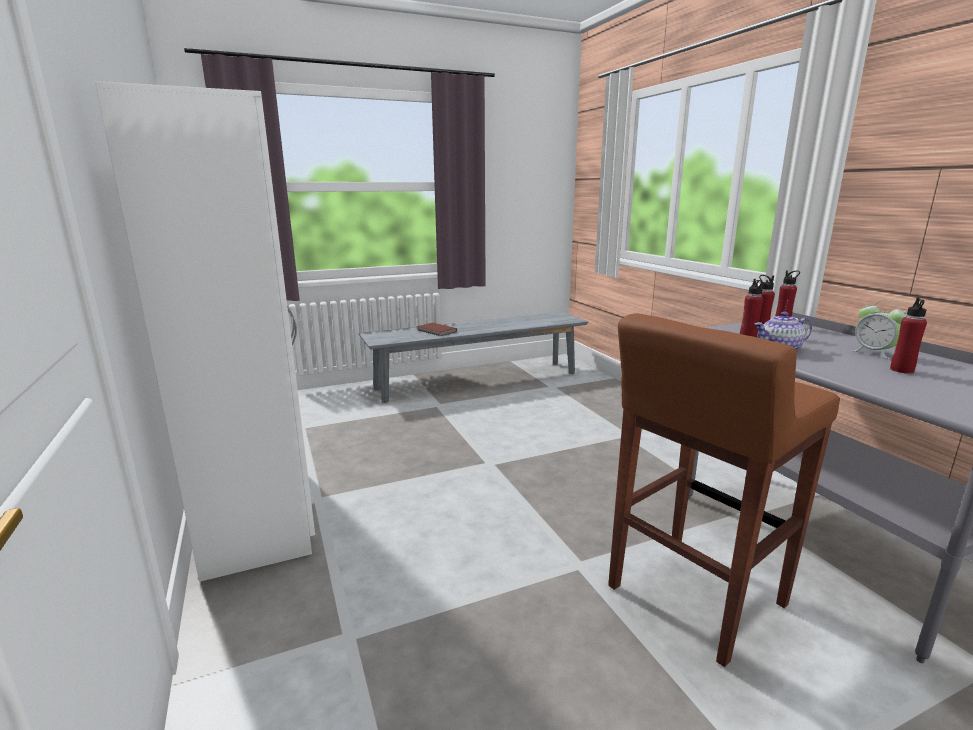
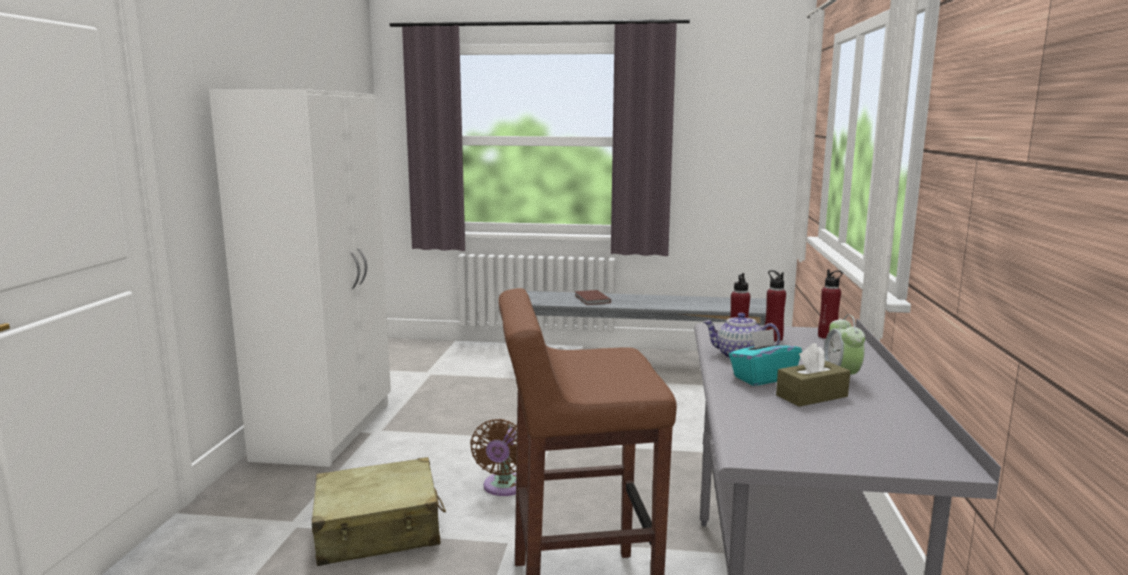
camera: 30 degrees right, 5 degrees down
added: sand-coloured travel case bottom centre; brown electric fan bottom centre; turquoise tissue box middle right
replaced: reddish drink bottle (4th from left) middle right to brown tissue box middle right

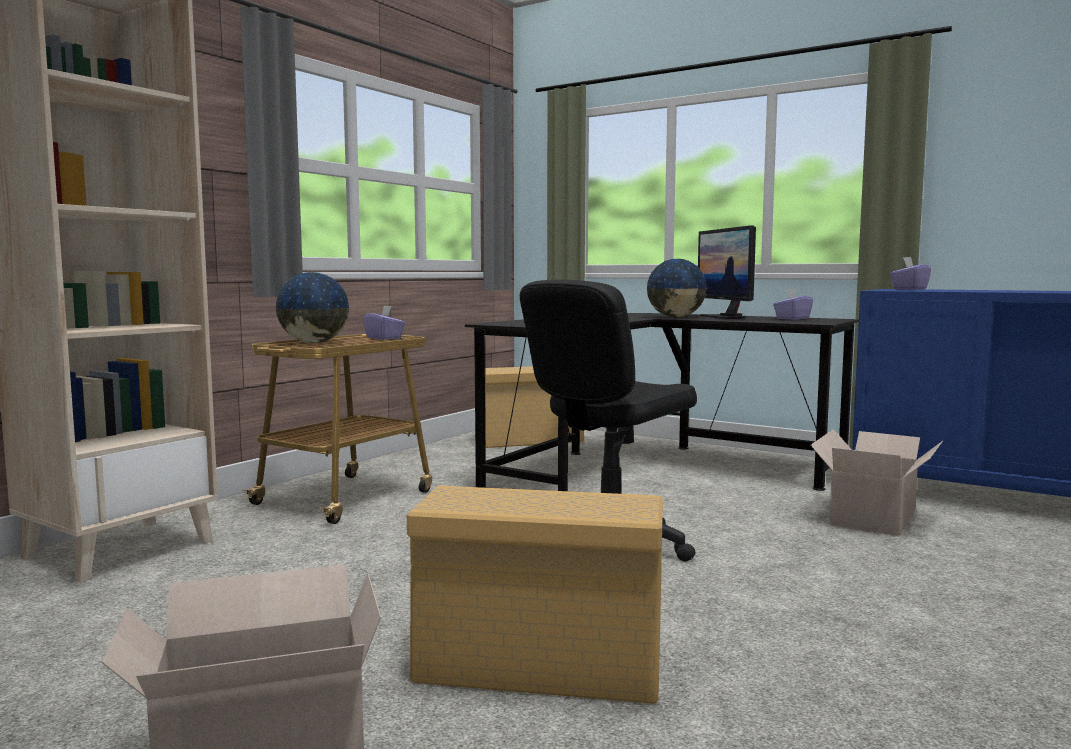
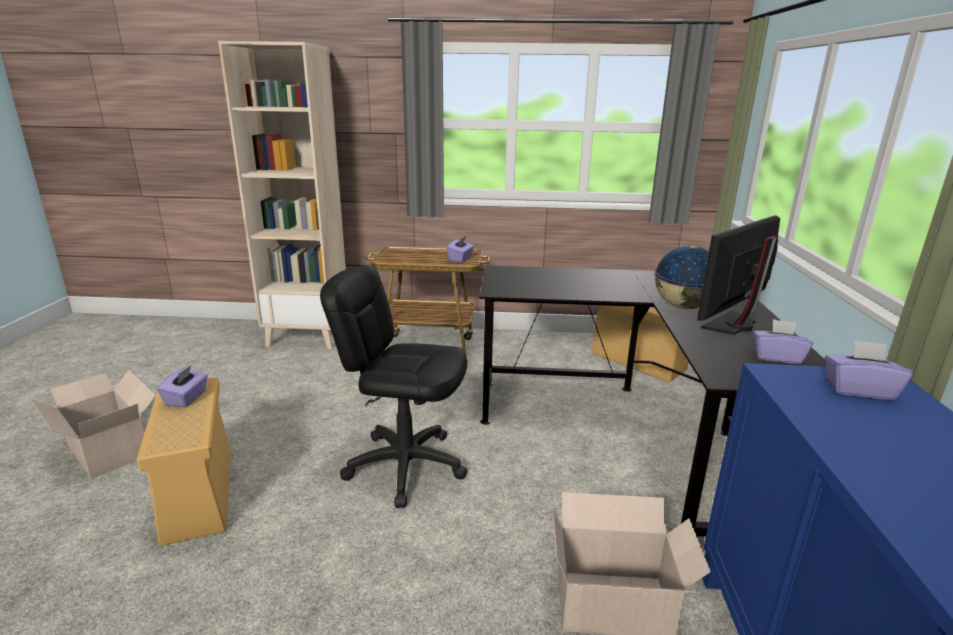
camera: 60 degrees right, 15 degrees up
removed: globe (1st from left) middle left
added: purple-coloured tissue box (1st from left) middle left

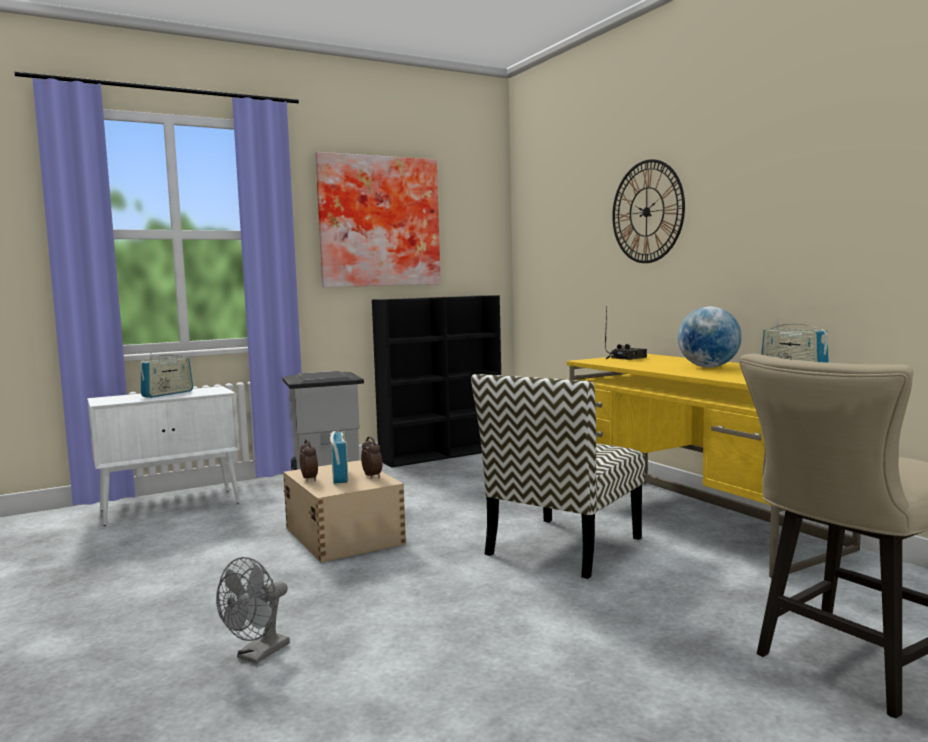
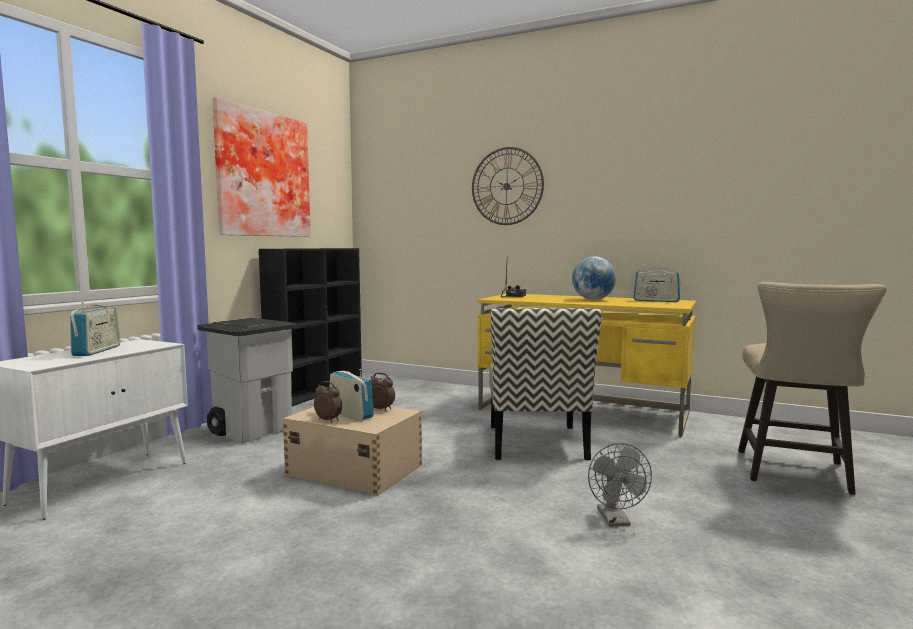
camera: 35 degrees left, 0 degrees up
moved: grey electric fan bottom left to bottom right

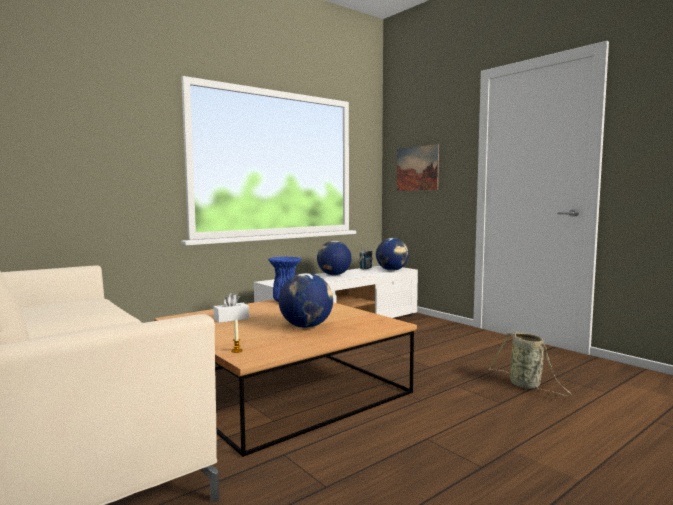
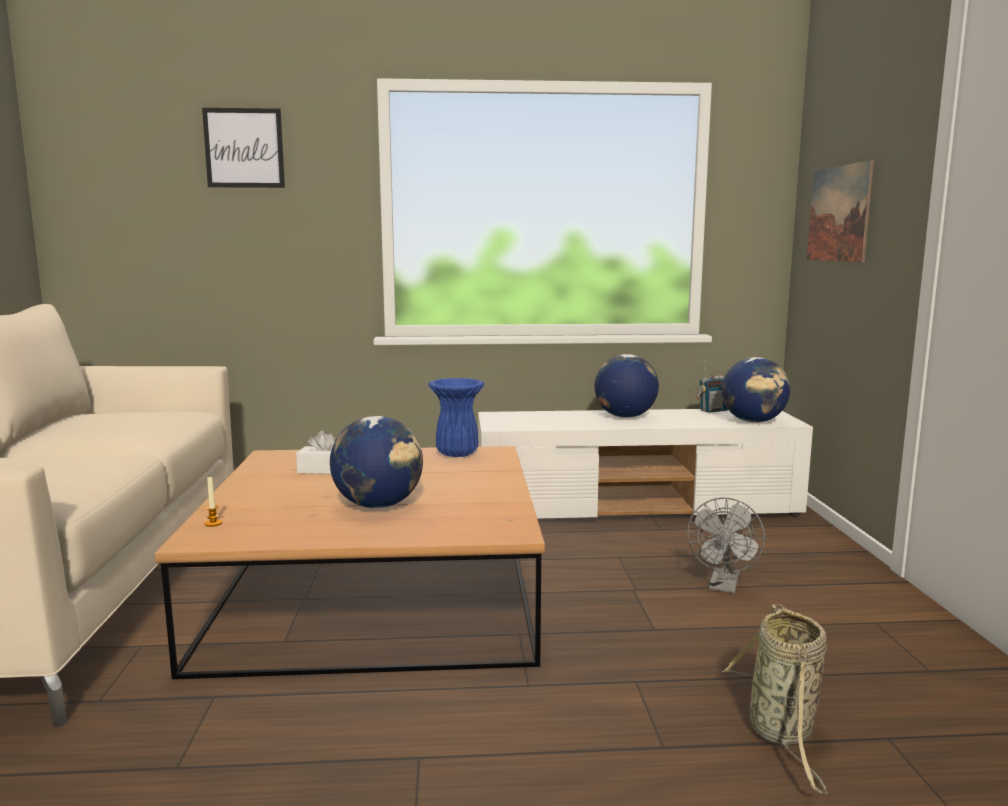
camera: 35 degrees right, 5 degrees up
added: wall picture (1st from left) top left; grey electric fan bottom right

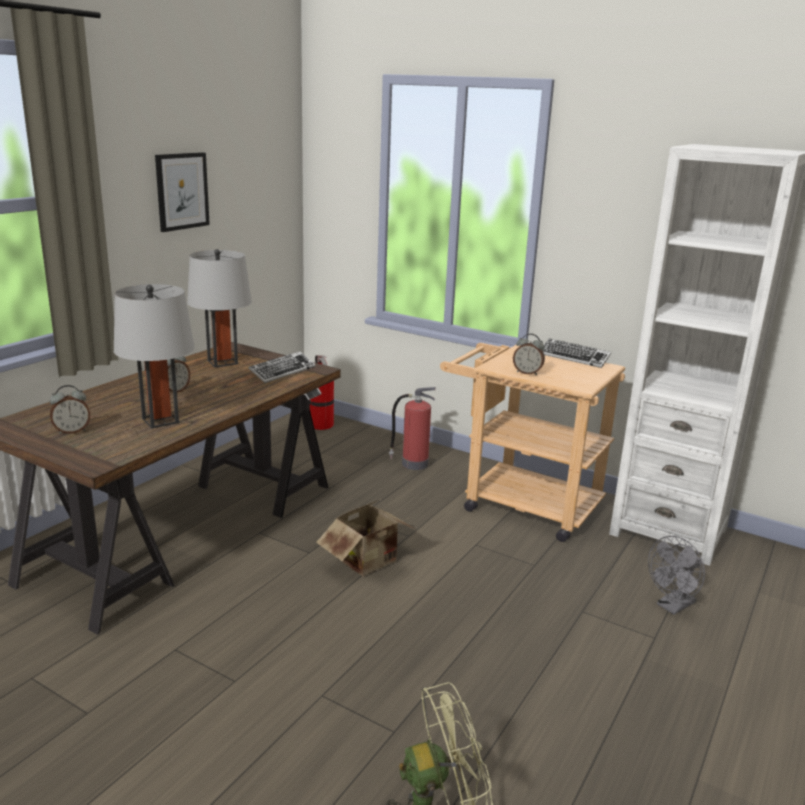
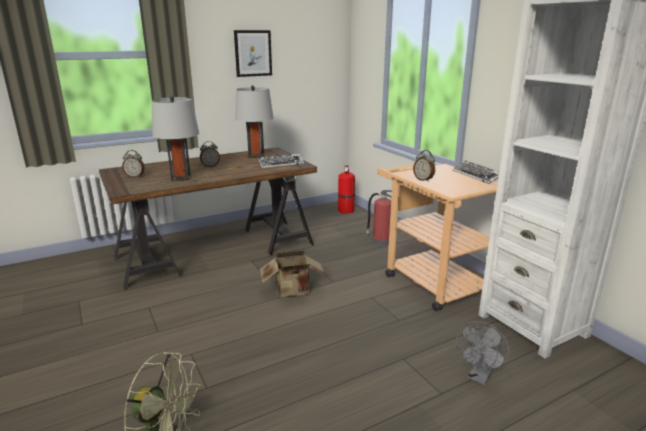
camera: 30 degrees right, 0 degrees up
turned: grey electric fan bottom right = bottom right 45 degrees counterclockwise

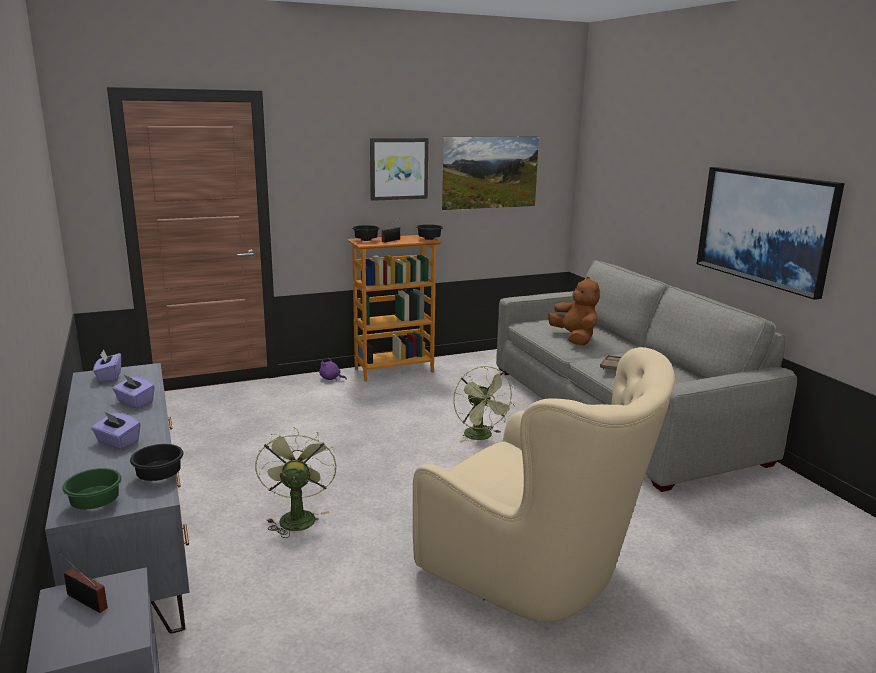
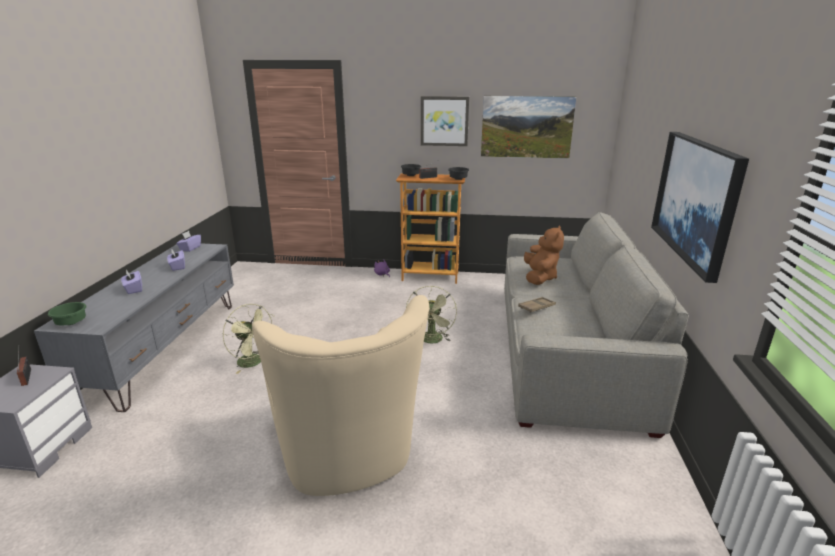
camera: 30 degrees right, 5 degrees up
removed: blackish bowl (1st from left) bottom left
turned: greenish electric fan (1st from left) bottom centre = middle left 105 degrees clockwise

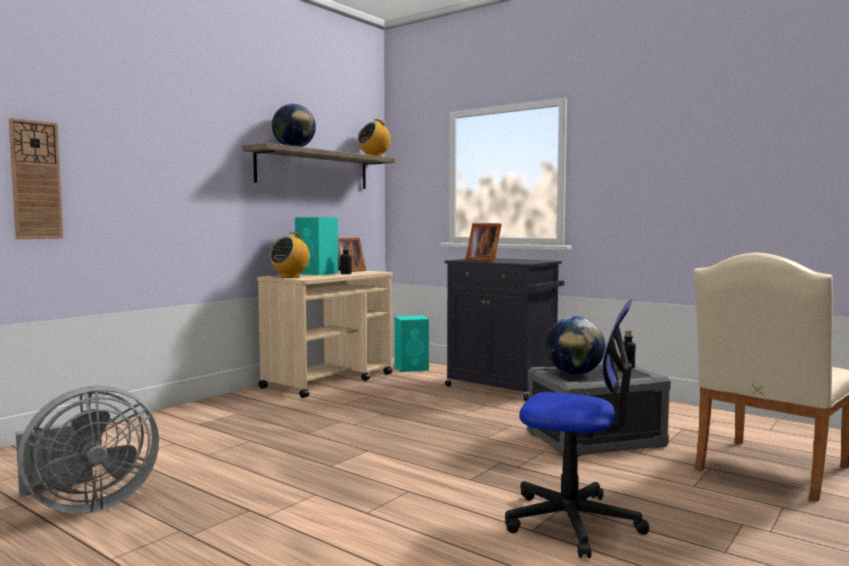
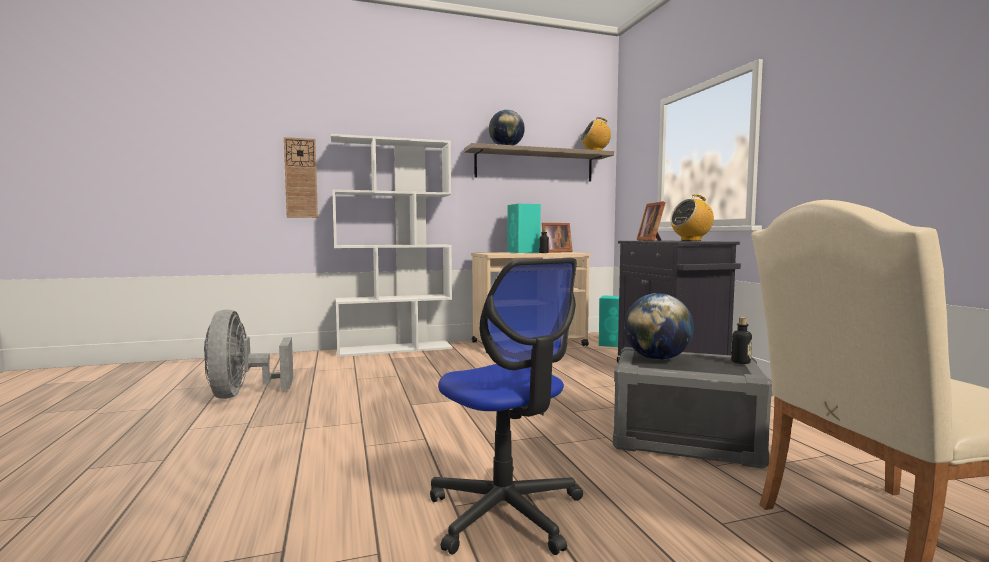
camera: 35 degrees right, 0 degrees up
added: white-coloured bookshelf centre
moved: radio (1st from left in the first image) centre to radio (2nd from left) middle right
turned: grey electric fan bottom left = middle left 75 degrees clockwise

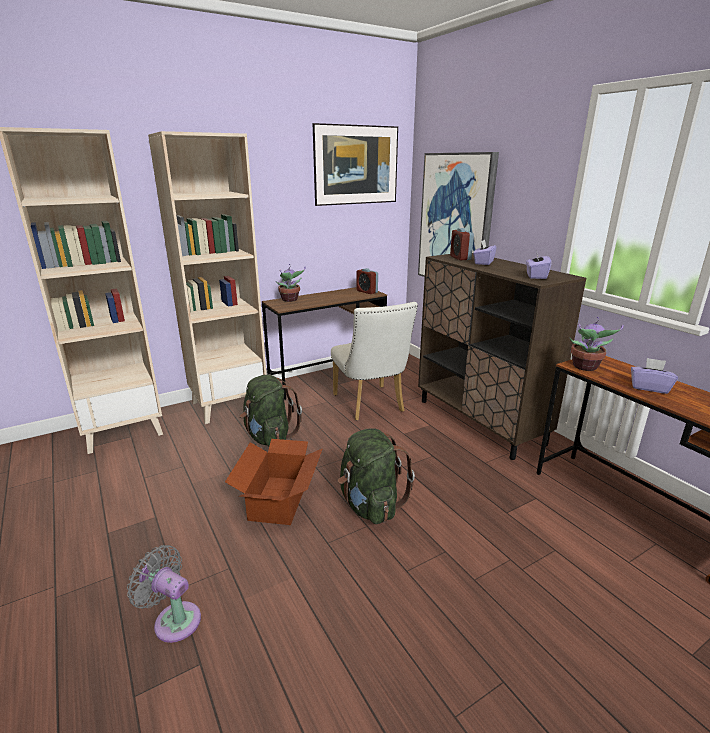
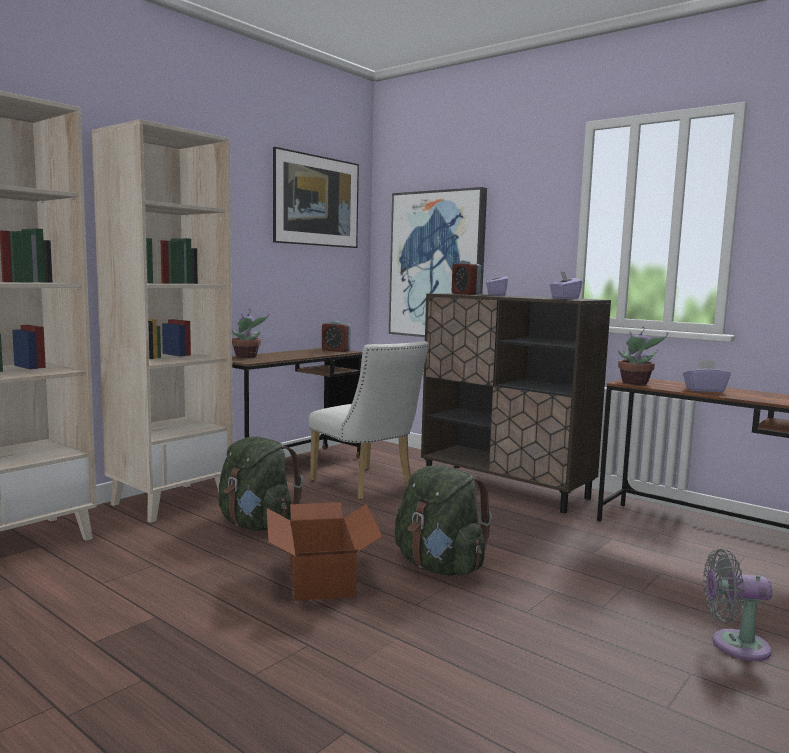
camera: 20 degrees left, 15 degrees down
moved: grey electric fan bottom left to bottom right

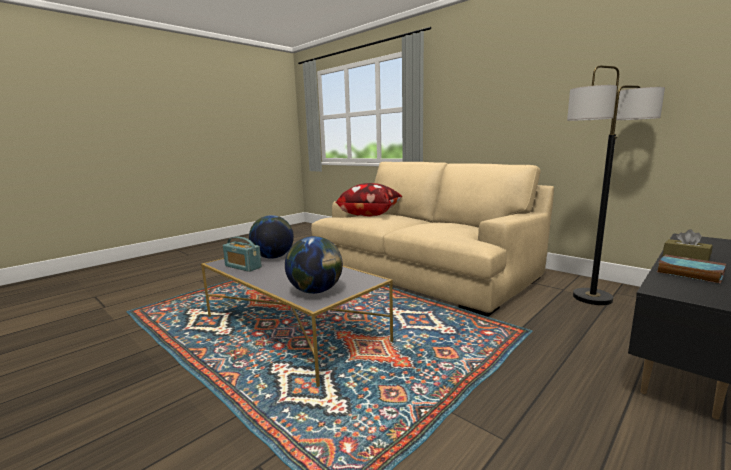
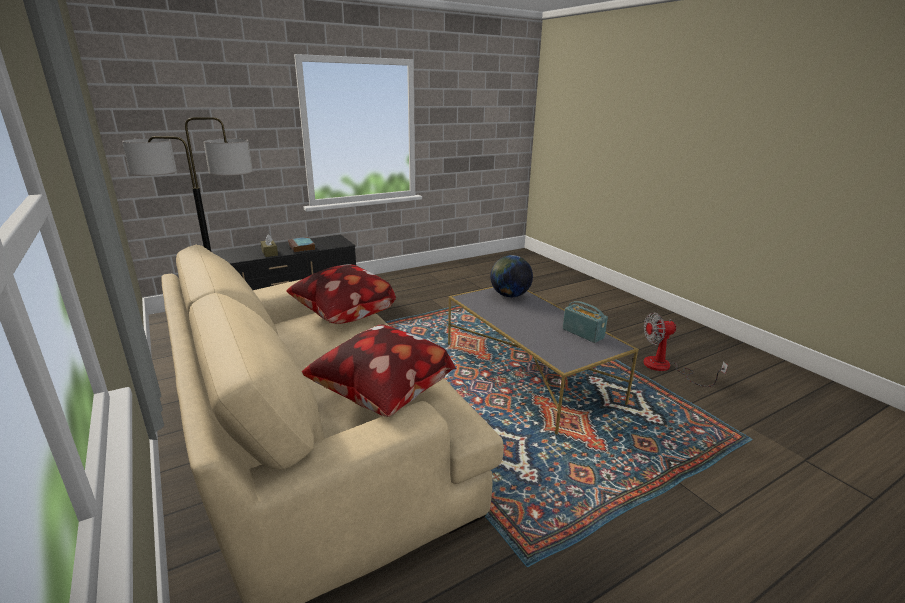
camera: 165 degrees left, 10 degrees up
removed: globe (1st from left) centre
added: throw pillow (1st from left) centre; electric fan middle right

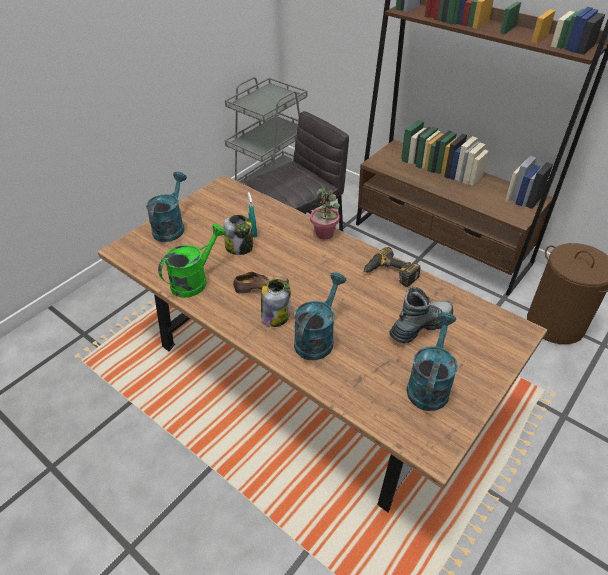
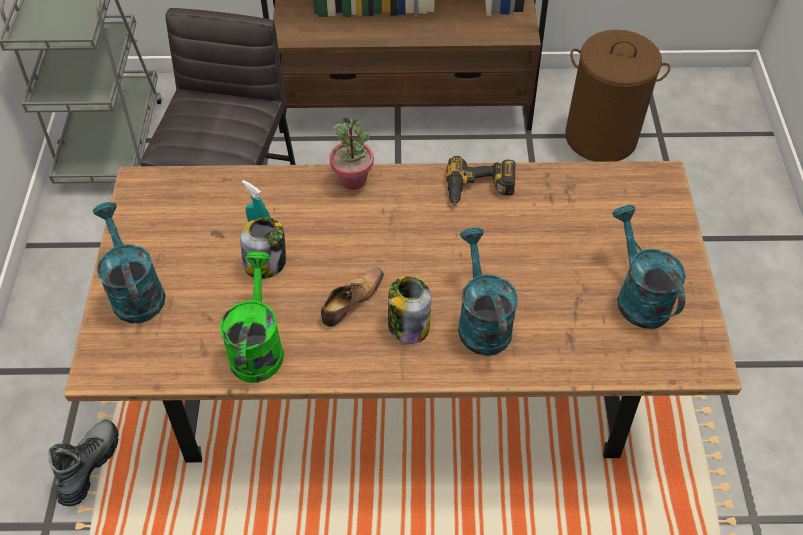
camera: 40 degrees left, 10 degrees up
moved: tall boot middle right to bottom left

